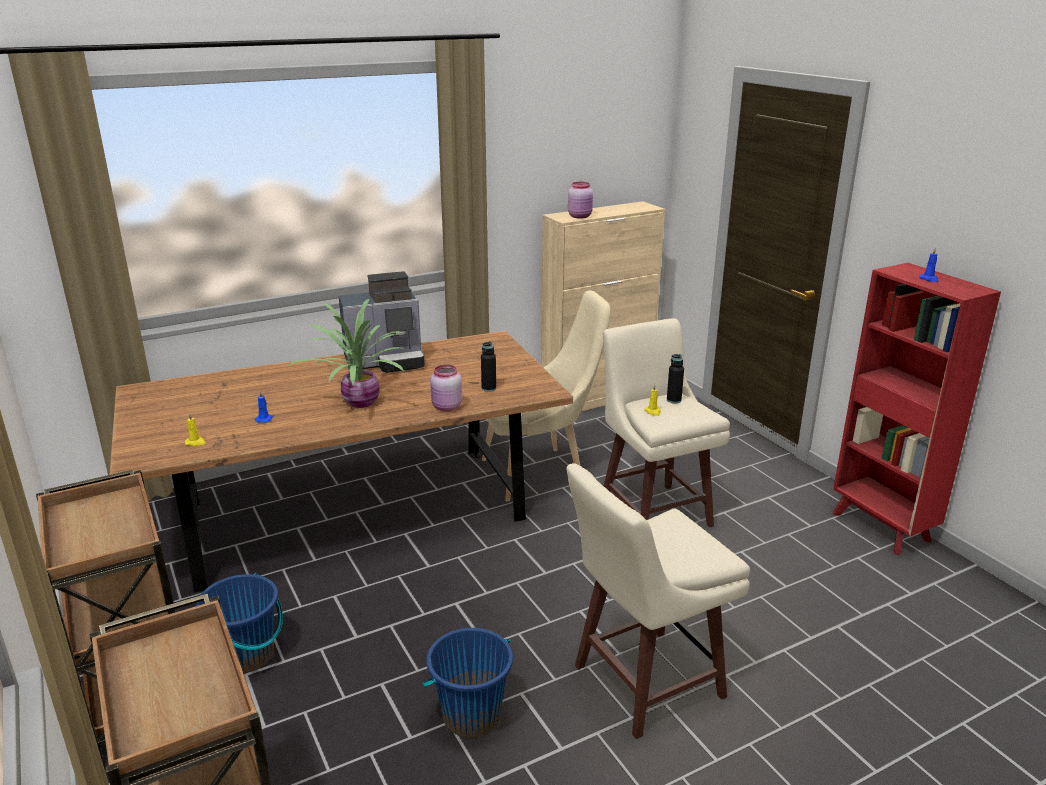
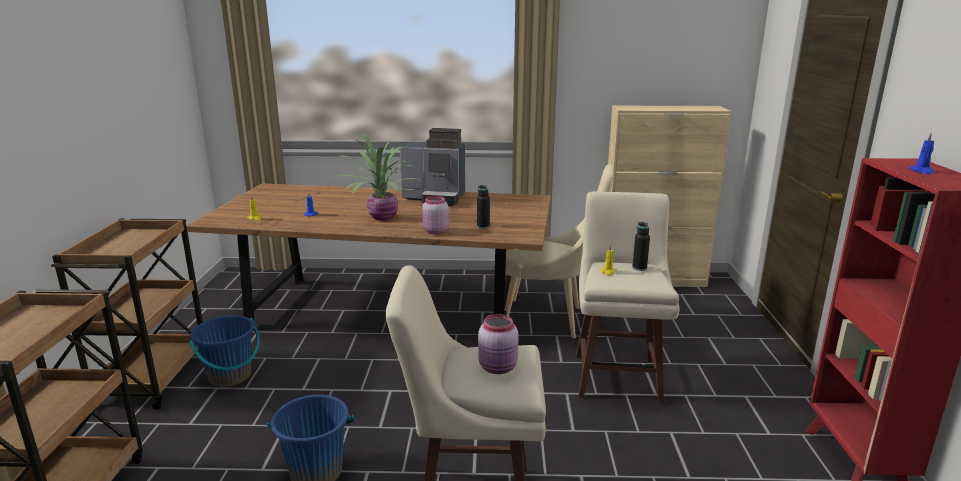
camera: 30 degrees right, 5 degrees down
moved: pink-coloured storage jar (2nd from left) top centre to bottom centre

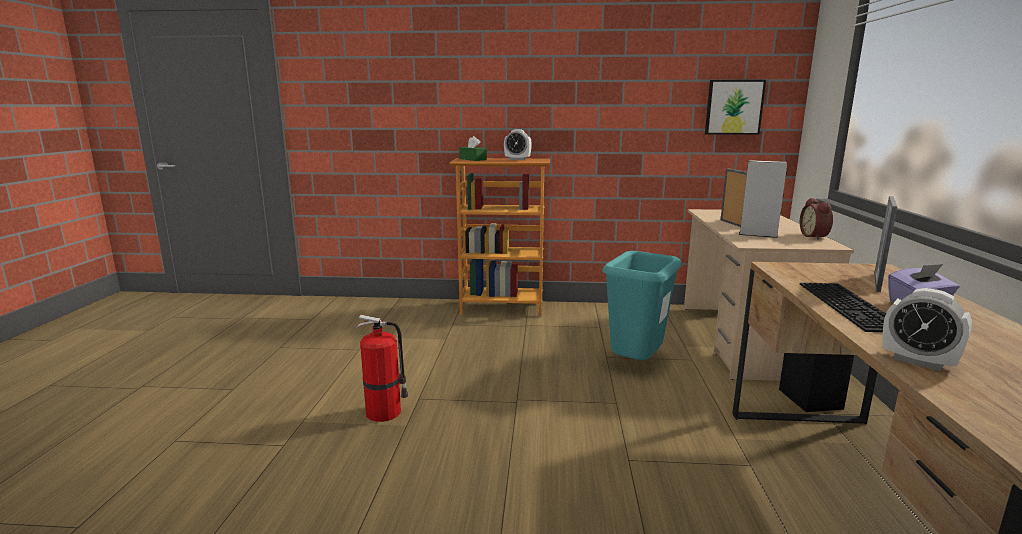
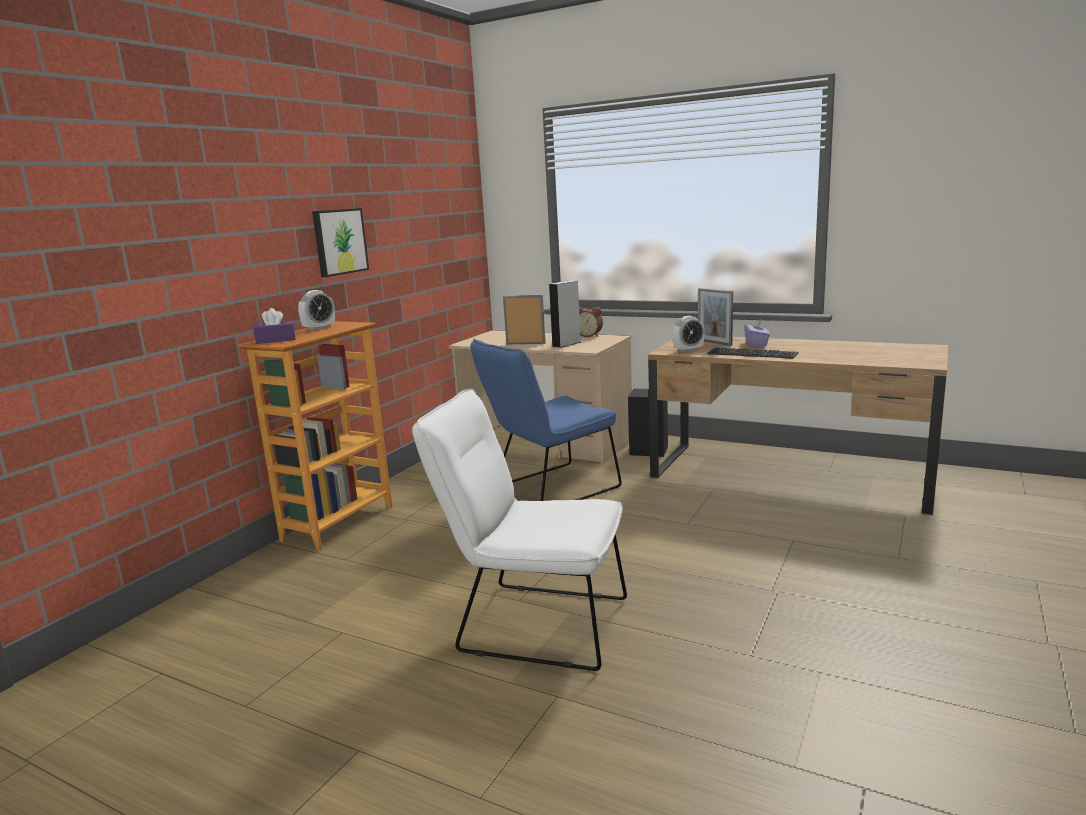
camera: 65 degrees left, 0 degrees up
moved: wall picture top right to top left; bedside clock (3rd from left) middle right to centre
replaced: fire-fighting cylinder bottom centre to white-coloured plain chair centre; turquoise rubbish bin centre to blue-coloured plain chair centre
recoloured: greenish tissue box top centre to purple-coloured tissue box (1st from left) middle left

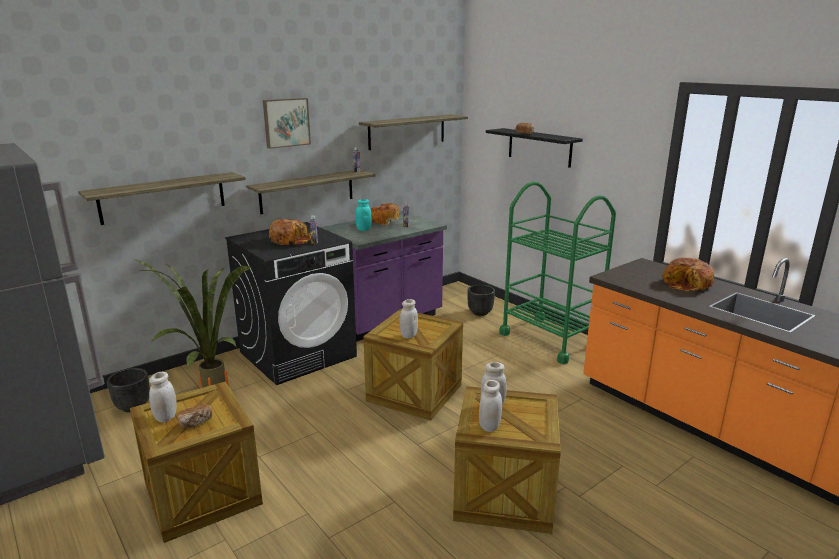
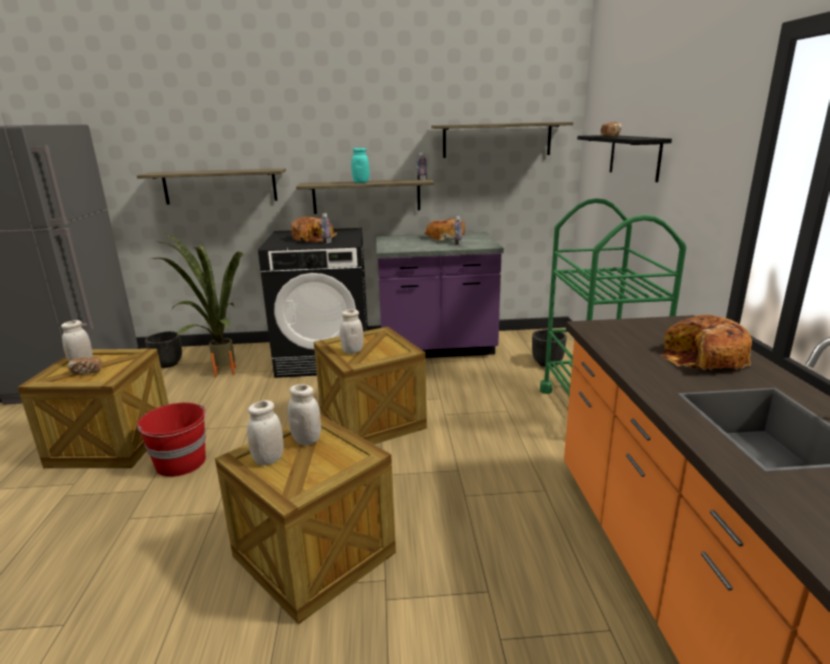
camera: 35 degrees right, 0 degrees up
removed: wall picture top centre
added: reddish water bucket middle left
moved: turquoise storage jar centre to top centre

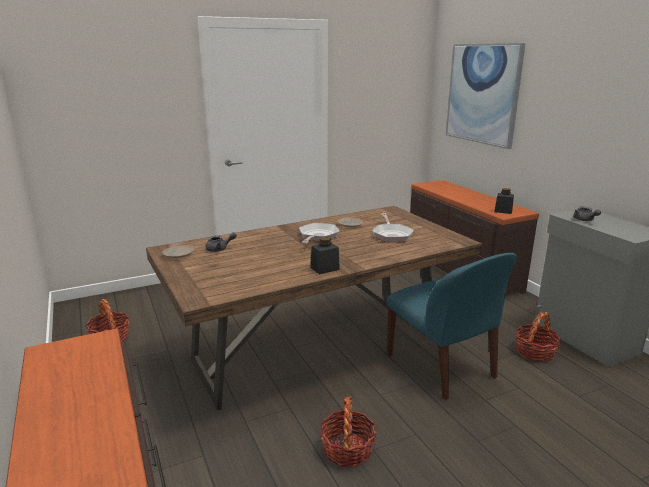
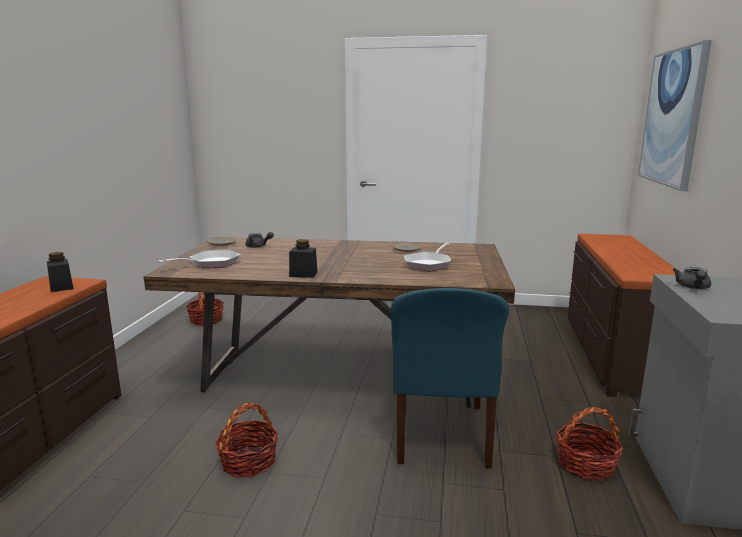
camera: 35 degrees right, 5 degrees down
moved: skillet (1st from left) centre to middle left; blackish storage jar (2nd from left in the first image) middle right to blackish storage jar (1st from left) middle left

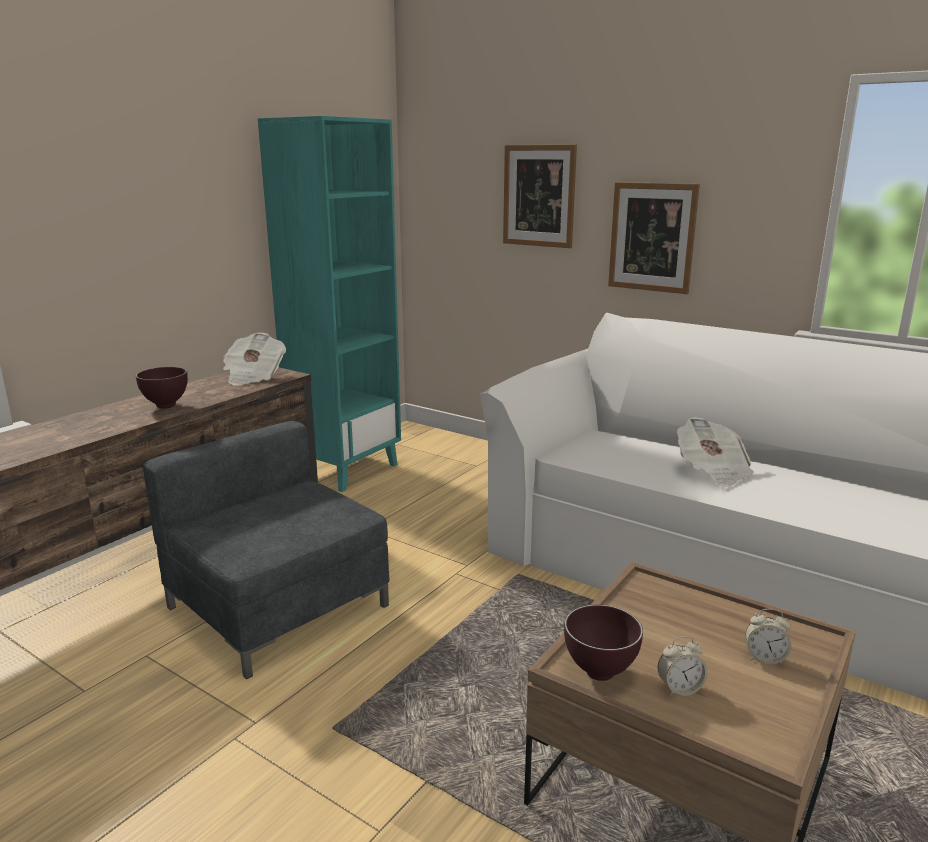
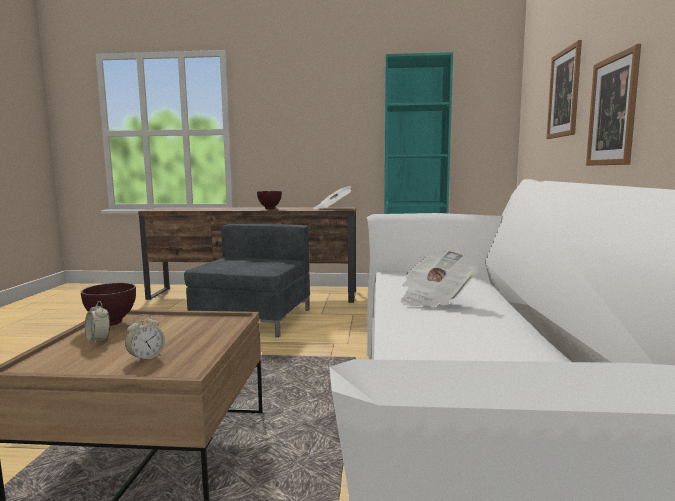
camera: 60 degrees right, 10 degrees down
turned: bedside clock (2nd from left) bottom right = bottom left 120 degrees counterclockwise

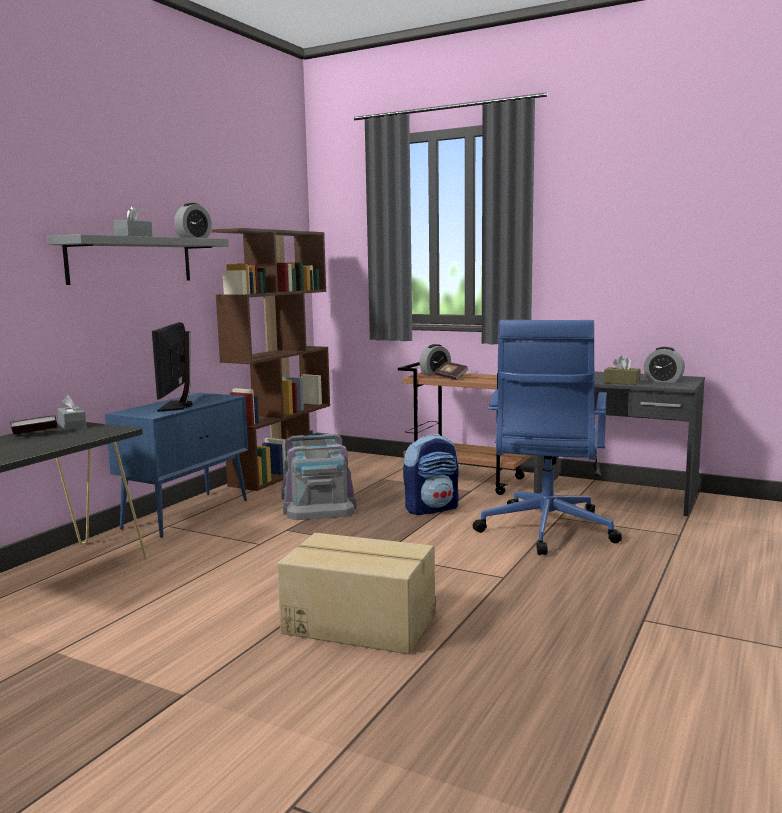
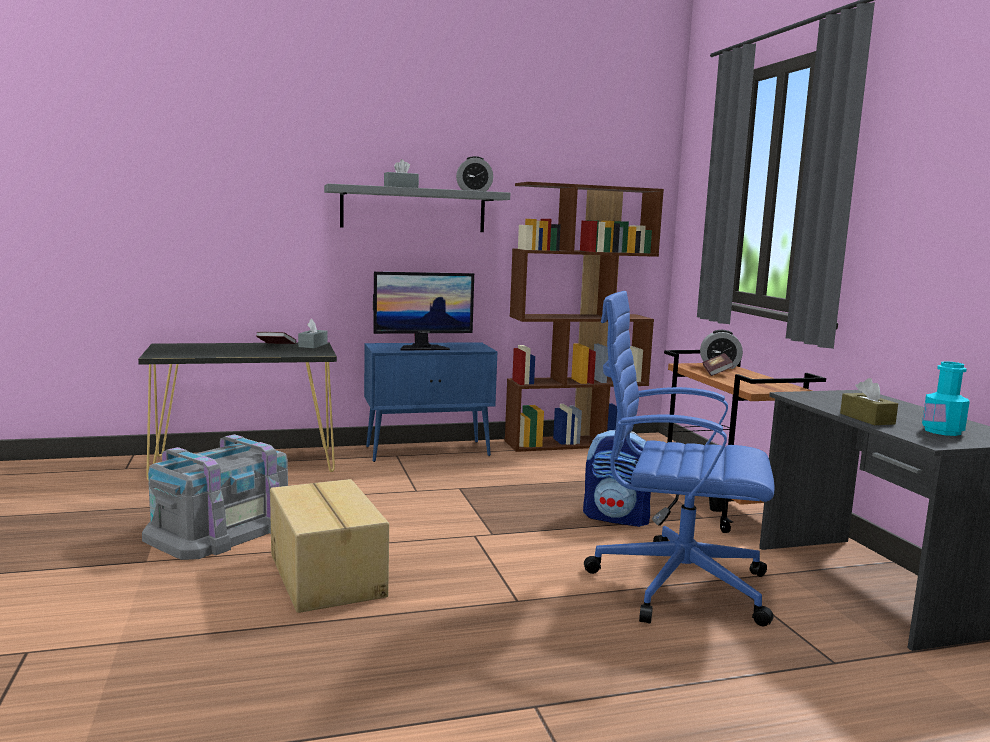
camera: 45 degrees right, 0 degrees up
moved: grey storage box centre to bottom left
replaced: bedside clock (3rd from left) middle right to turquoise drink bottle middle right
turned: computer display middle left = centre 150 degrees counterclockwise; blue-coloured desk chair middle right = middle right 45 degrees clockwise

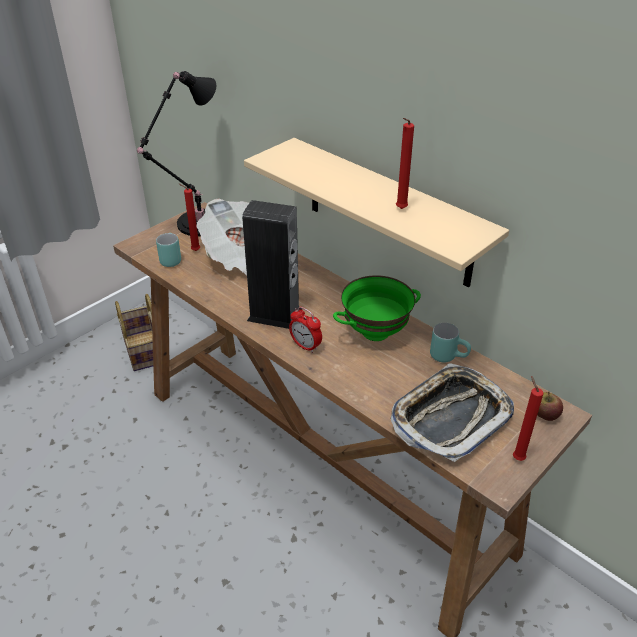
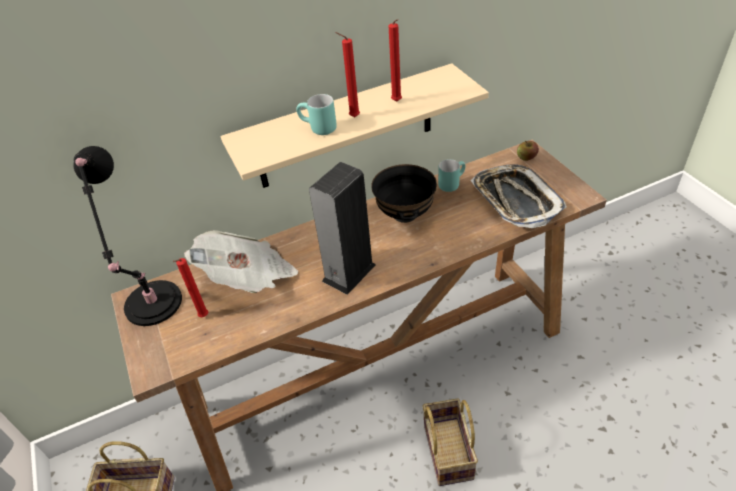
camera: 65 degrees left, 5 degrees up
removed: bedside clock centre
added: household basket (2nd from left) bottom centre
moved: turquoise coffee mug (1st from left) middle left to top centre; reddish wax light (3rd from left in the first image) middle right to reddish wax light (2nd from left) top centre
recoloured: greenish bowl centre to blackish bowl centre

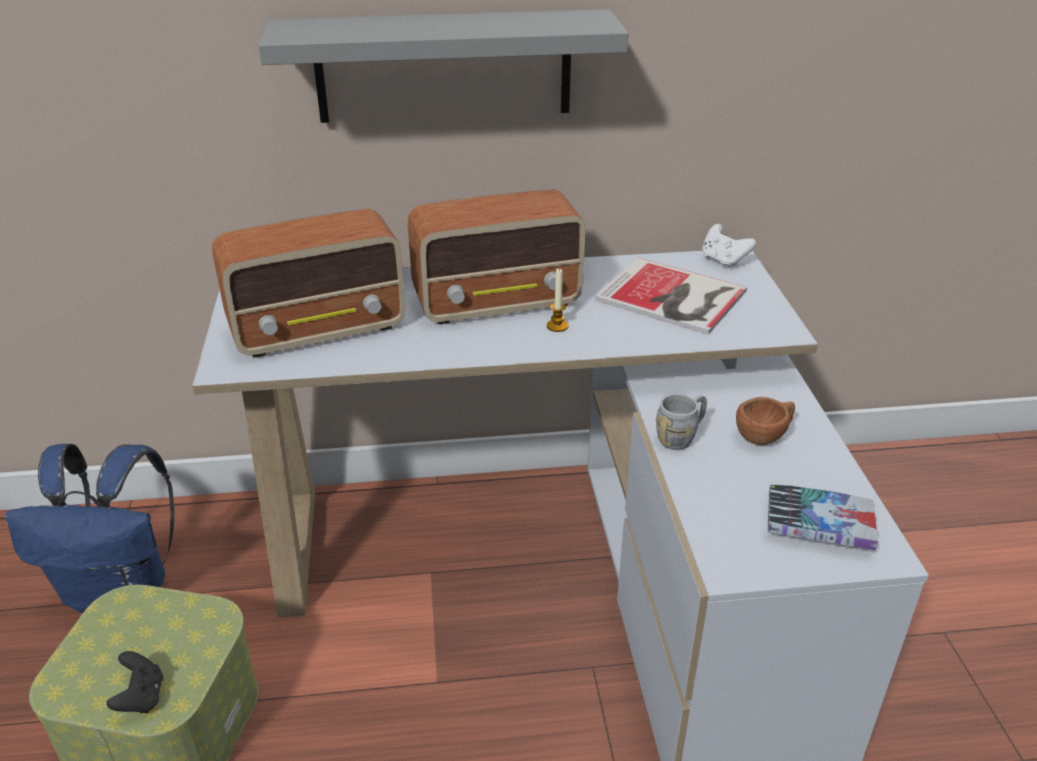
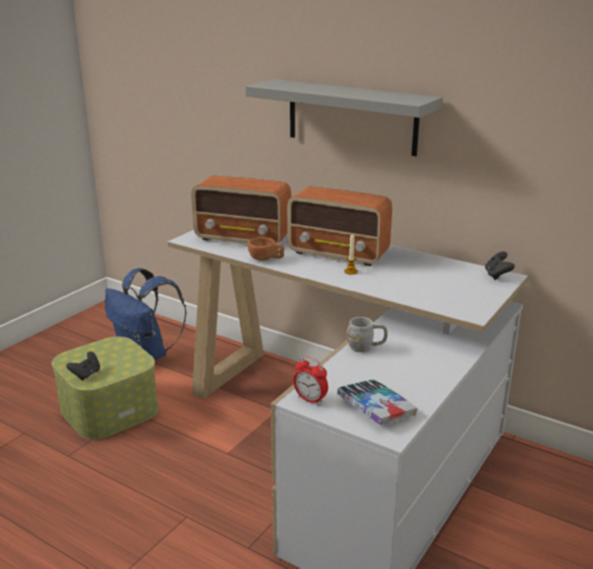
camera: 40 degrees right, 10 degrees down
removed: book (1st from left) centre
added: bedside clock bottom centre
moved: brown cup middle right to centre
recoloured: white-coloured gamepad top right to blackish gamepad (2nd from left) middle right

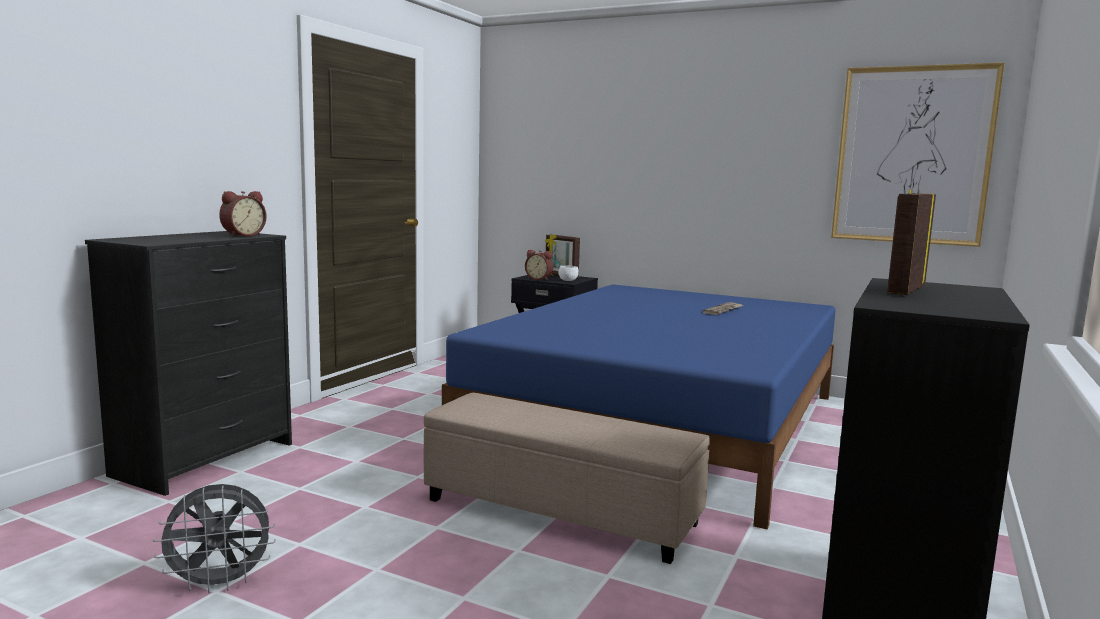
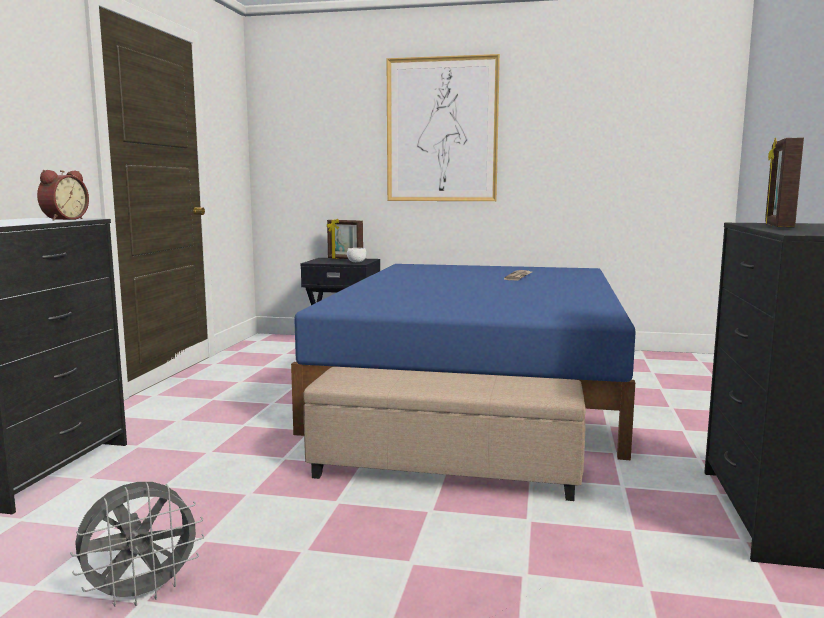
camera: 15 degrees left, 0 degrees up
removed: bedside clock (2nd from left) centre
moved: wall picture top right to top centre

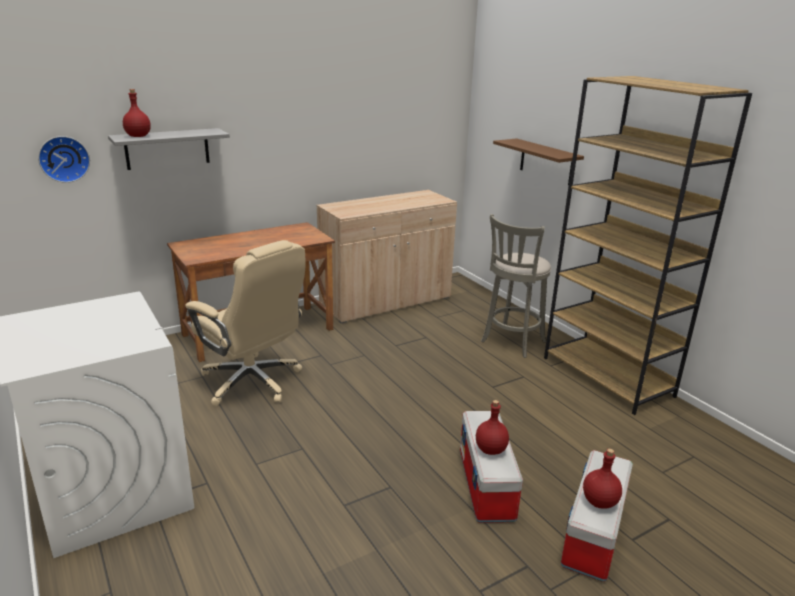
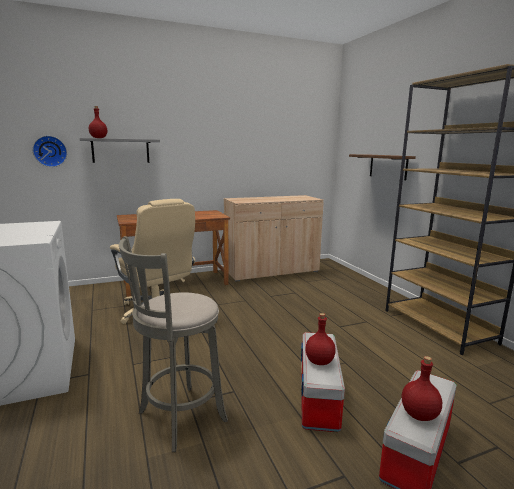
camera: 10 degrees right, 10 degrees down
moved: grey sitting stool centre to bottom centre

